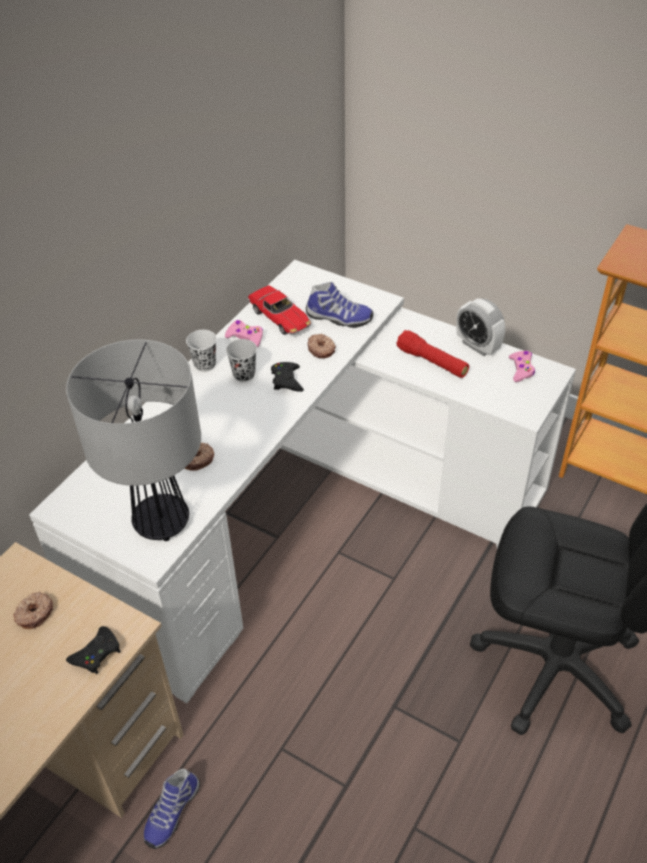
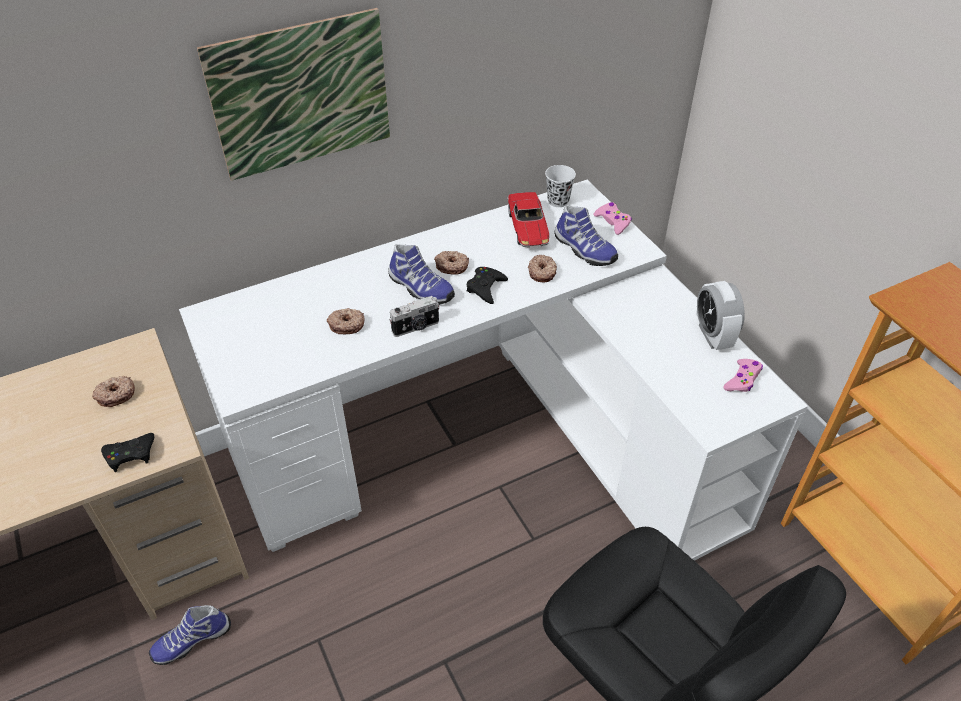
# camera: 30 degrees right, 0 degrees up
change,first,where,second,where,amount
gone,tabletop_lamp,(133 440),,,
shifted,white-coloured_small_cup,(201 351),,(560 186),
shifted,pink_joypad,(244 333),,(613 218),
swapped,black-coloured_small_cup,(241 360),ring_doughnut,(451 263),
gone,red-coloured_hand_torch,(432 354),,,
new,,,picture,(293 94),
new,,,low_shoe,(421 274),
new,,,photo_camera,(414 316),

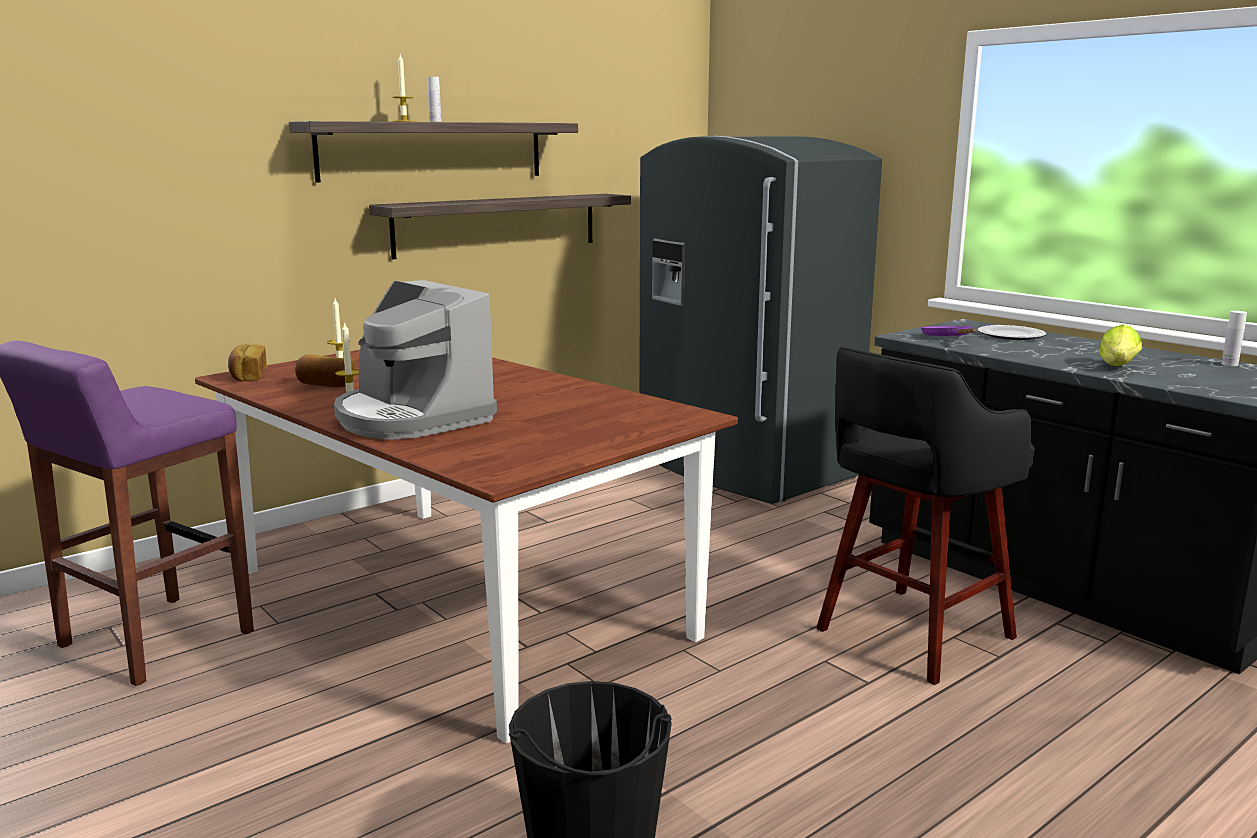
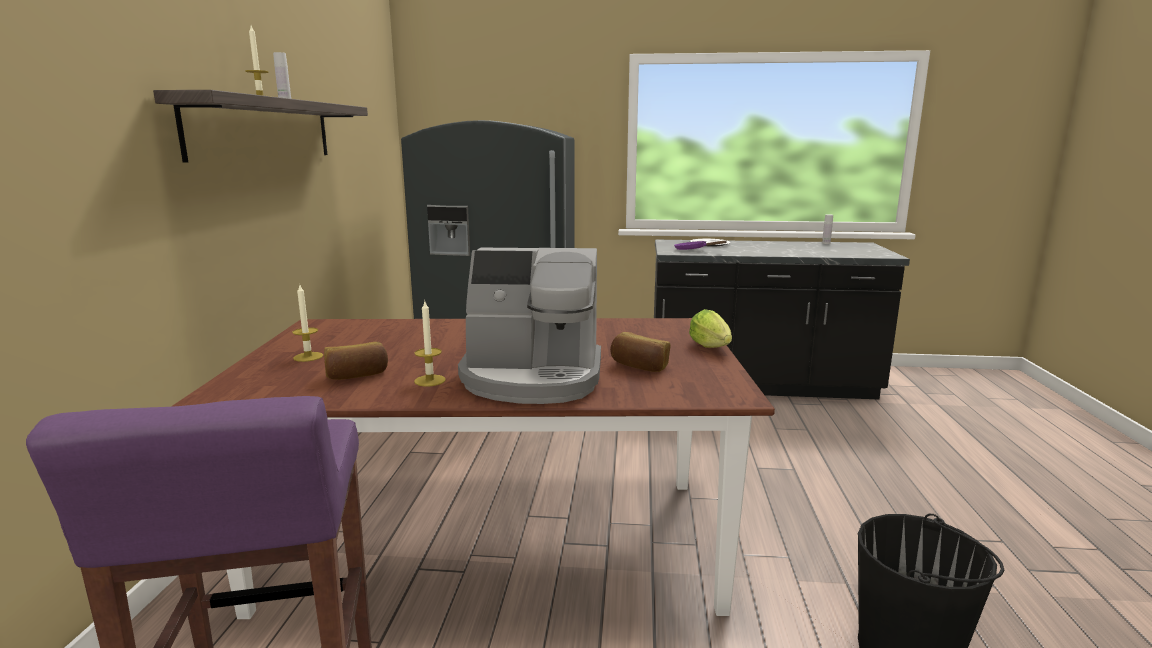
# camera: 45 degrees left, 0 degrees up
change,first,where,second,where,amount
shifted,bread,(247 363),,(640 352),
gone,shelf,(500 227),,,
gone,black-coloured_sitting_stool,(925 516),,,
shifted,lettuce_head,(1120 345),,(710 328),

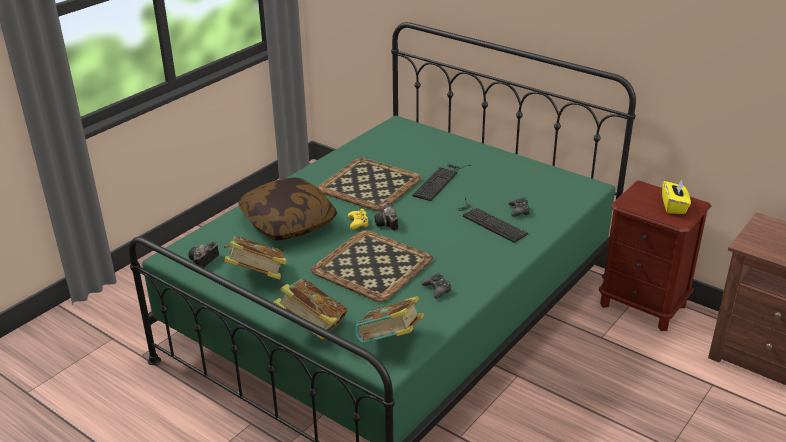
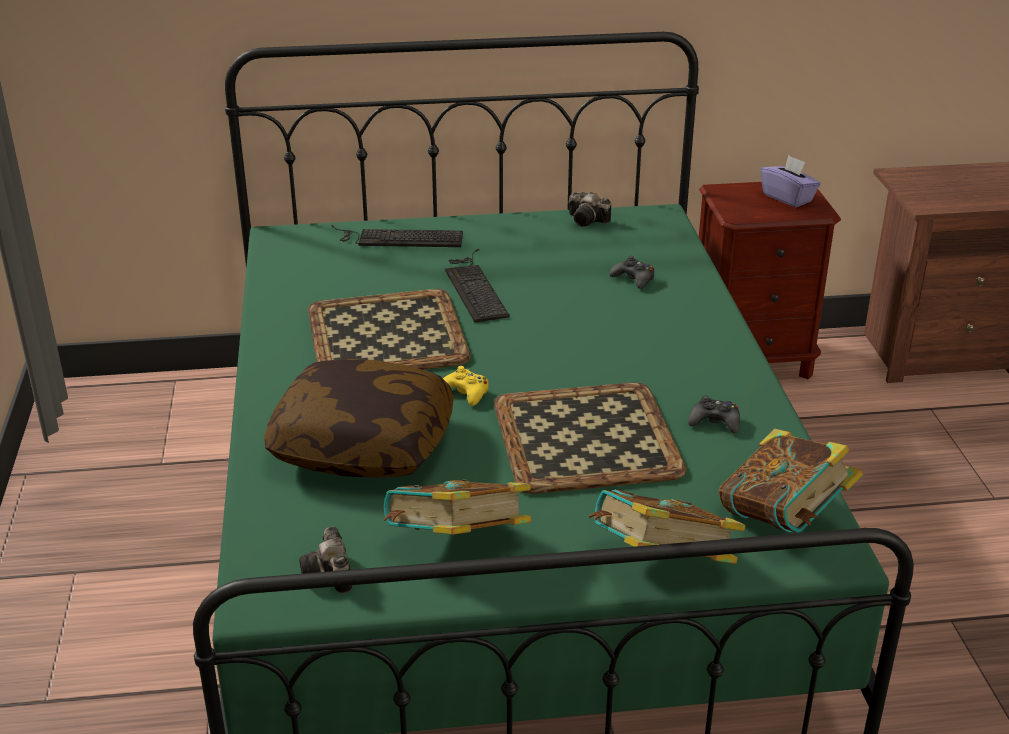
# camera: 45 degrees left, 0 degrees up
change,first,where,second,where,amount
shifted,photo_camera,(386 217),,(589 209),
shifted,keyboard,(492 220),,(397 236),
repainted,yellow_tissue_holder,(676 196),purplish_tissue_holder,(791 181),

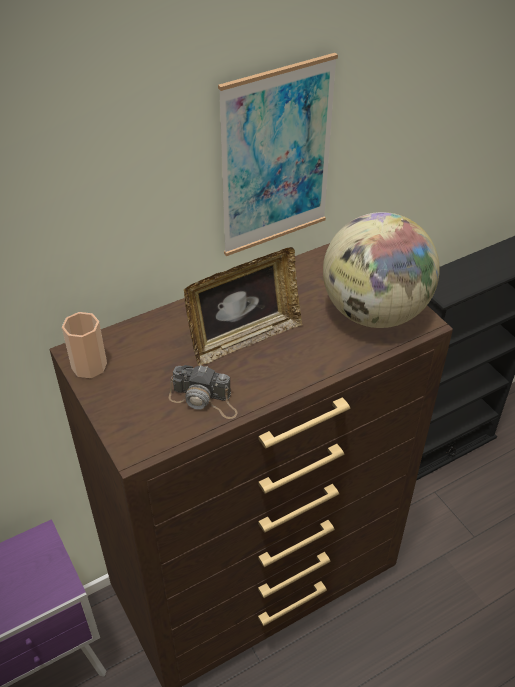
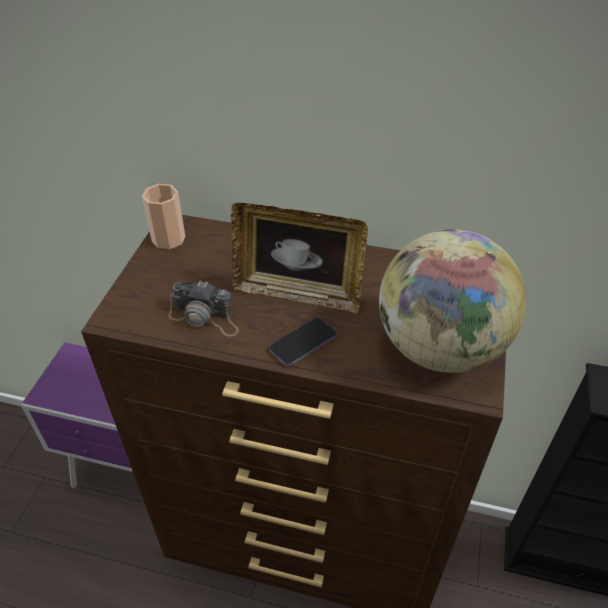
# camera: 45 degrees right, 0 degrees up
change,first,where,second,where,amount
rotated,photo_camera,(203 392),,(203 308),45 degrees counterclockwise
gone,picture,(278 154),,,
new,,,handset,(302 342),

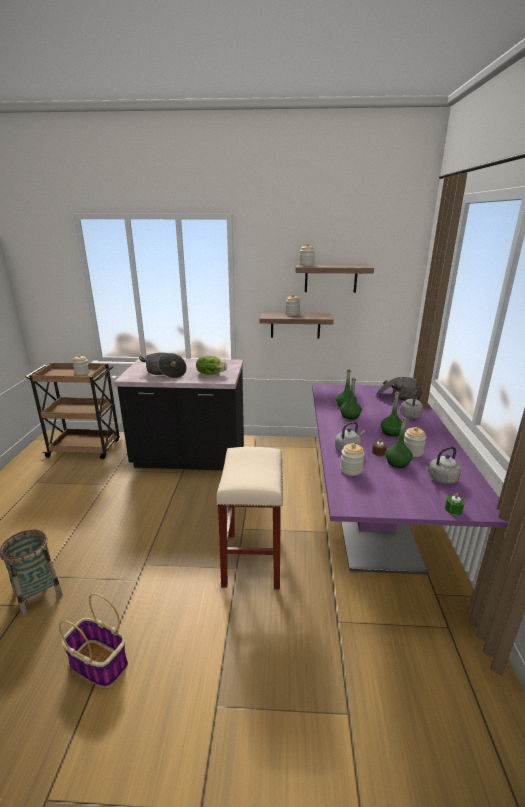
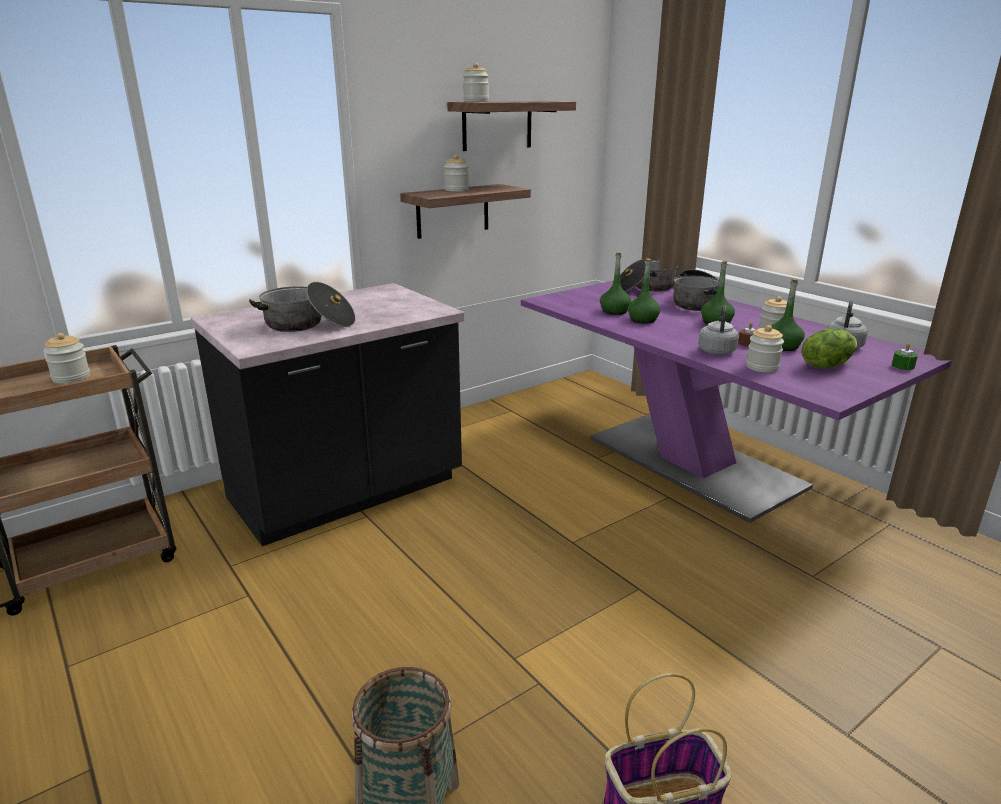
# camera: 40 degrees left, 0 degrees up
change,first,where,second,where,amount
shifted,lettuce_head,(211 365),,(829 348),
gone,beige-coloured_sitting_stool,(249 518),,,
swapped,greyish_kettle,(412 404),stockpot,(696 290),

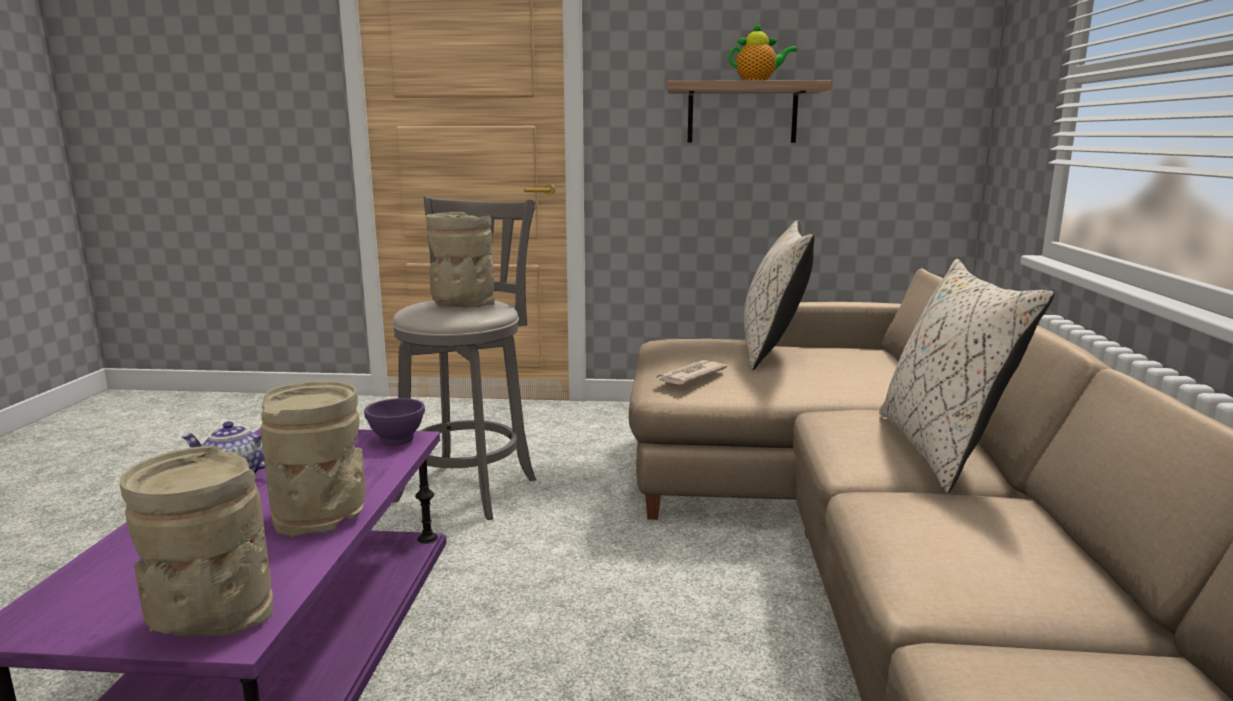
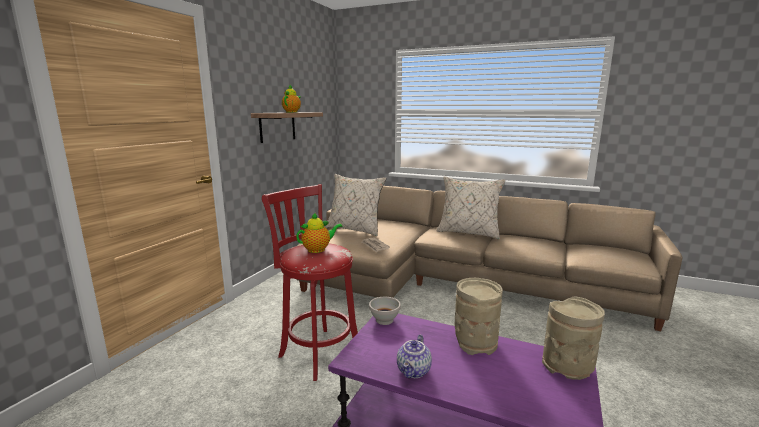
# camera: 70 degrees left, 0 degrees up
change,first,where,second,where,amount
repainted,purplish_bowl,(394 422),white-coloured_bowl,(385 311),
repainted,greyish_sitting_stool,(464 358),red-coloured_sitting_stool,(310 282),
swapped,beige-coloured_flower_vase,(460 260),teapot,(319 232),

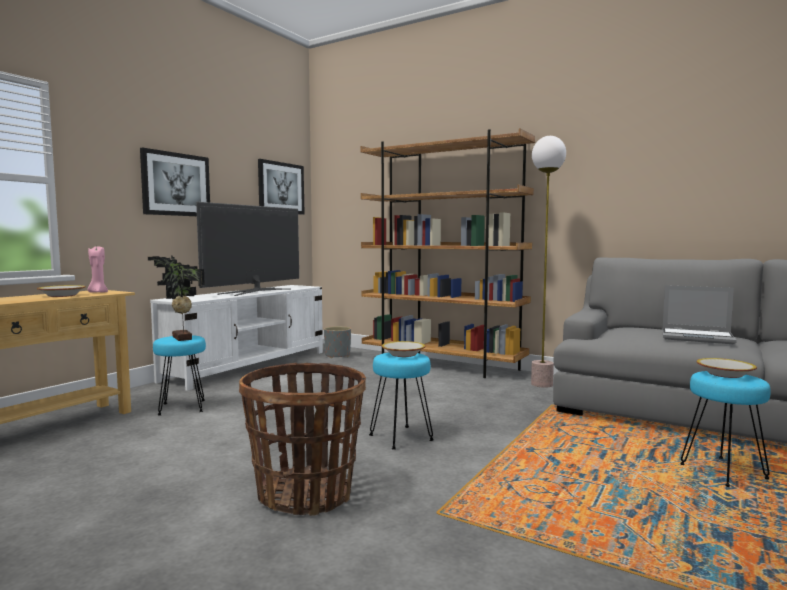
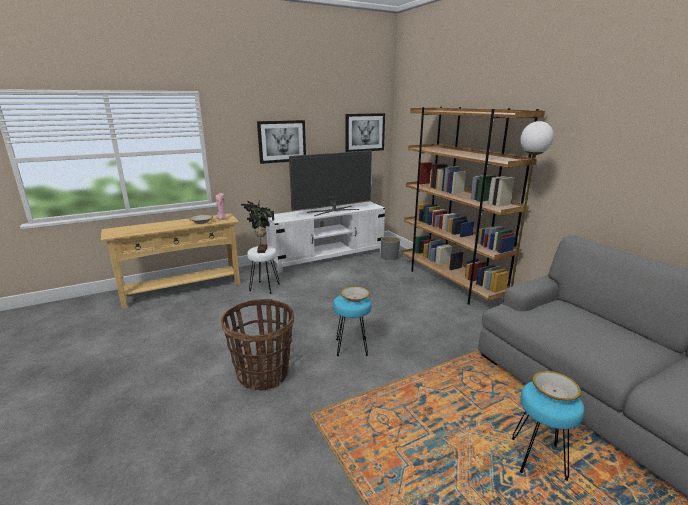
# camera: 30 degrees right, 15 degrees up
change,first,where,second,where,amount
repainted,turquoise-coloured_sitting_stool,(179 375),white-coloured_sitting_stool,(263 270),
gone,notebook_computer,(700 314),,,

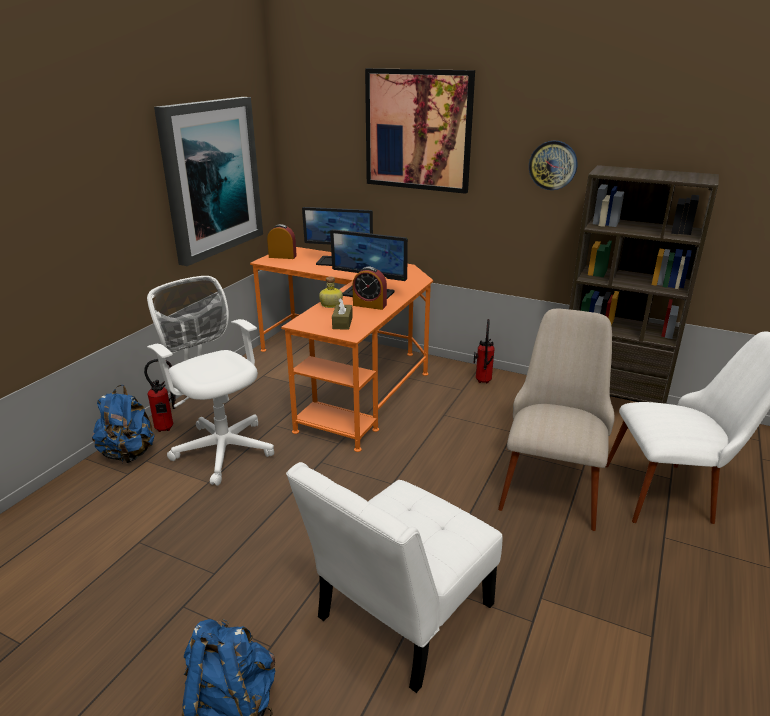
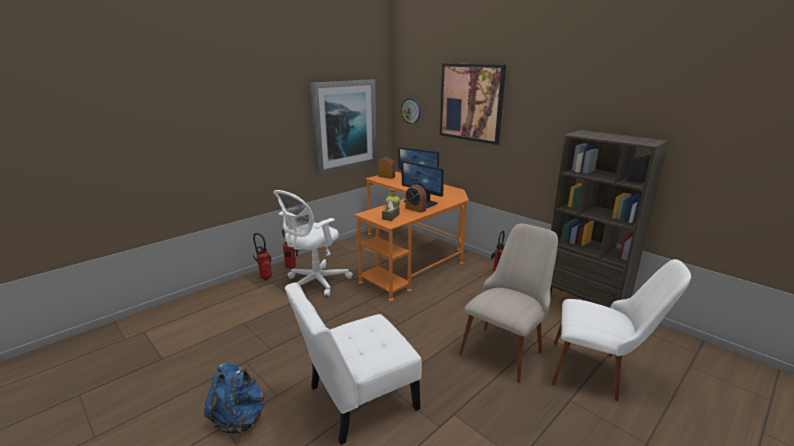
# camera: 20 degrees right, 5 degrees down
change,first,where,second,where,amount
swapped,blue_rucksack,(123 424),extinguisher,(262 256),
rotated,white-coloured_computer_chair,(210 381),,(313 243),120 degrees counterclockwise
shifted,wall_clock,(553 165),,(411 111),

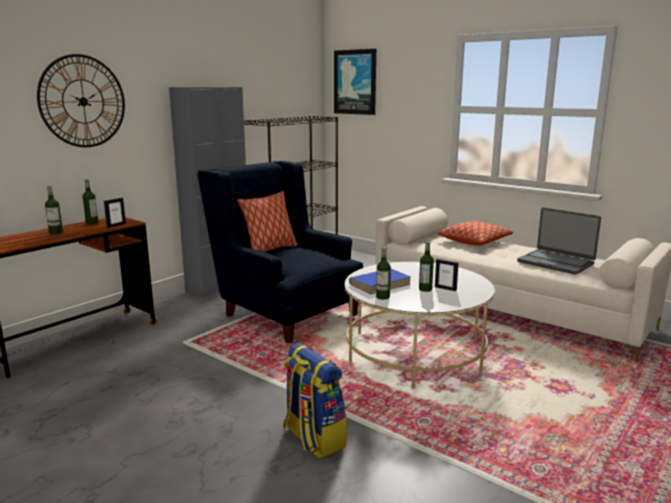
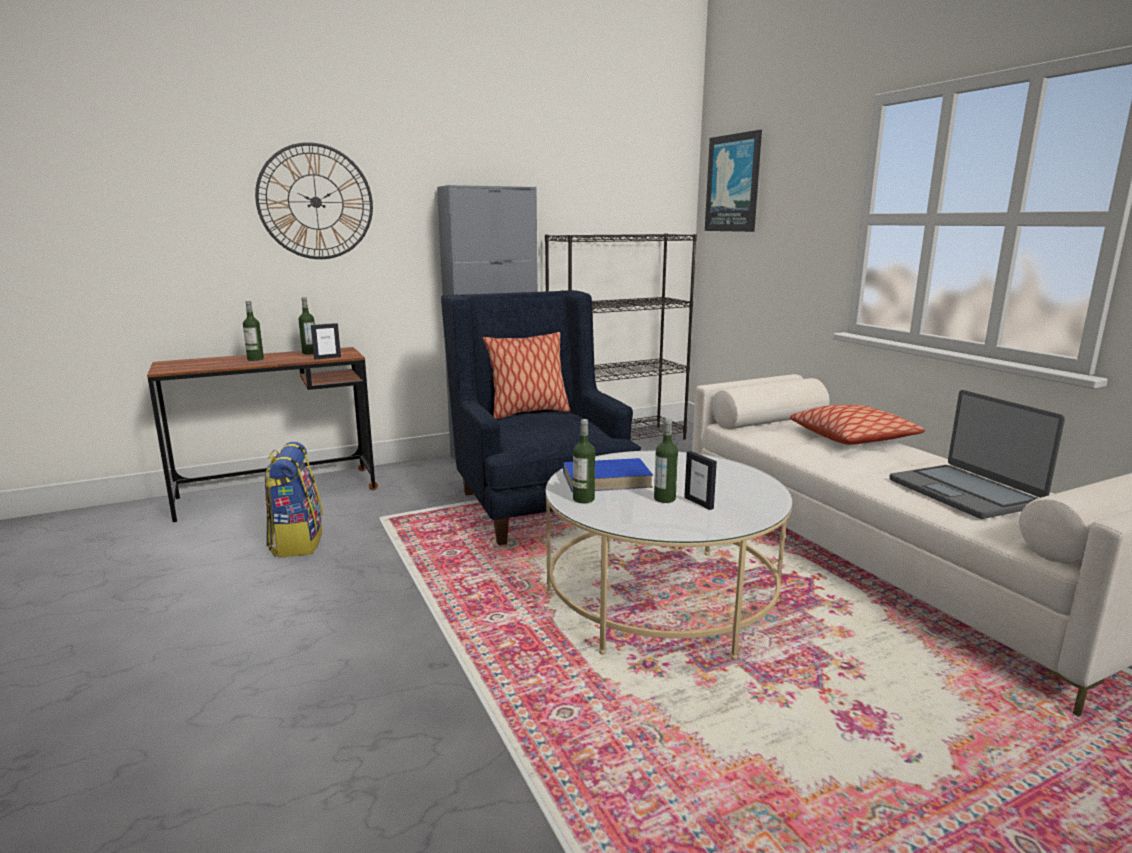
# camera: 25 degrees right, 0 degrees up
change,first,where,second,where,amount
shifted,rucksack,(315 400),,(294 499),

